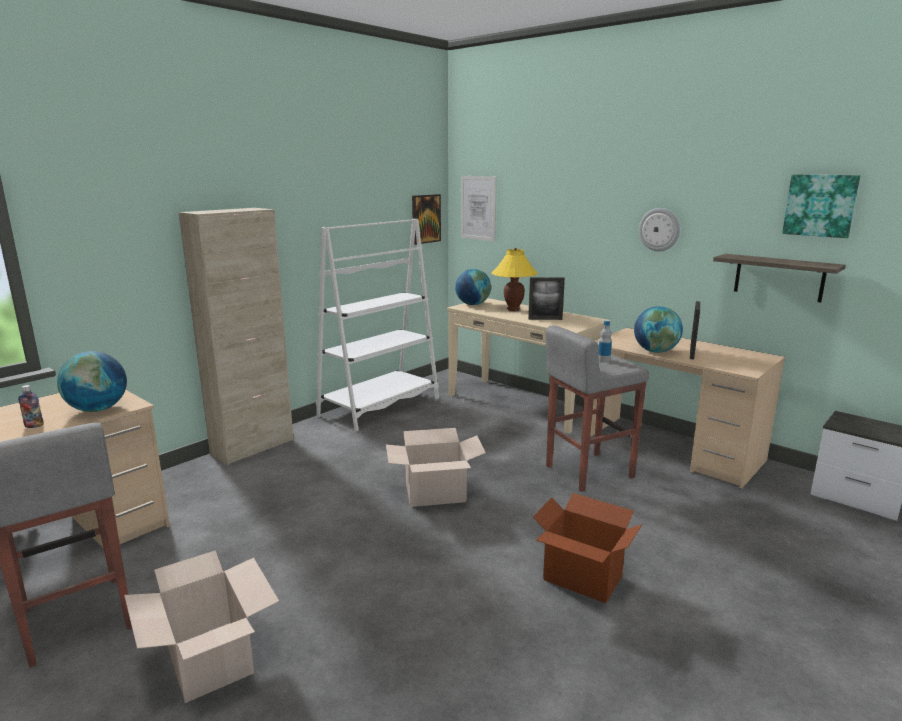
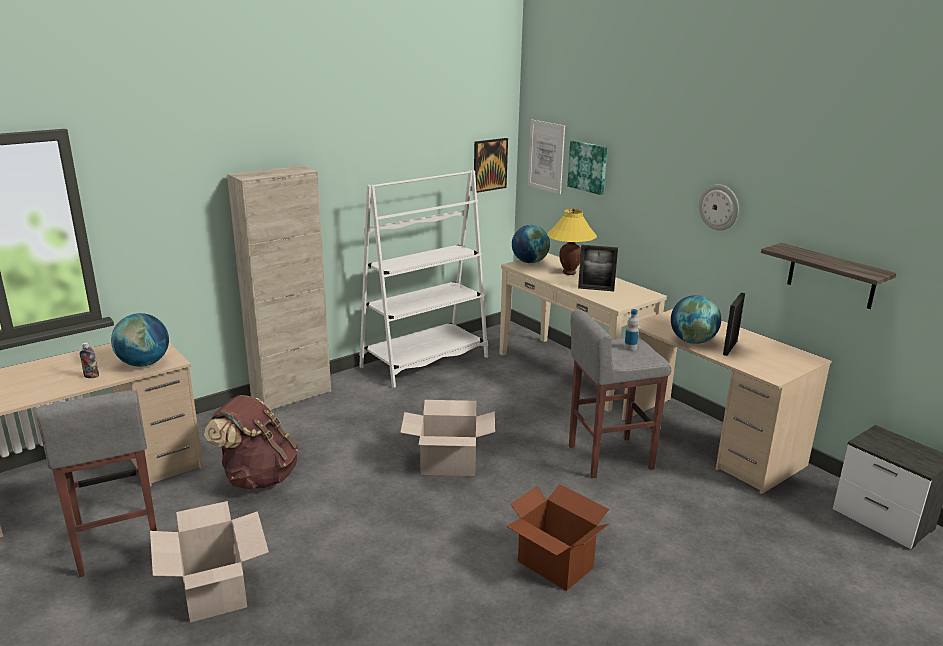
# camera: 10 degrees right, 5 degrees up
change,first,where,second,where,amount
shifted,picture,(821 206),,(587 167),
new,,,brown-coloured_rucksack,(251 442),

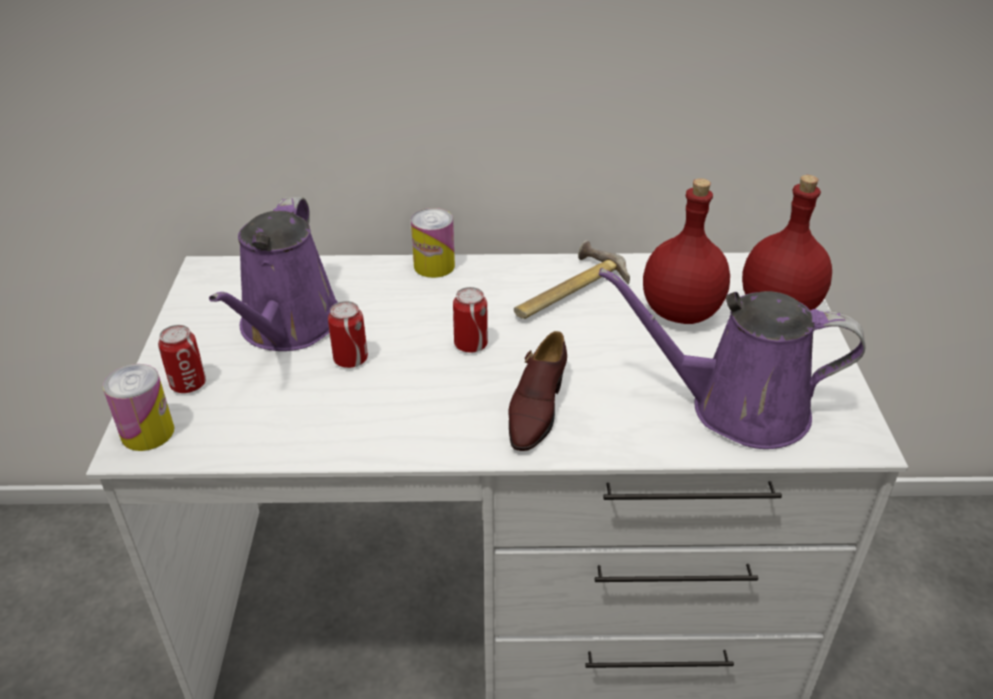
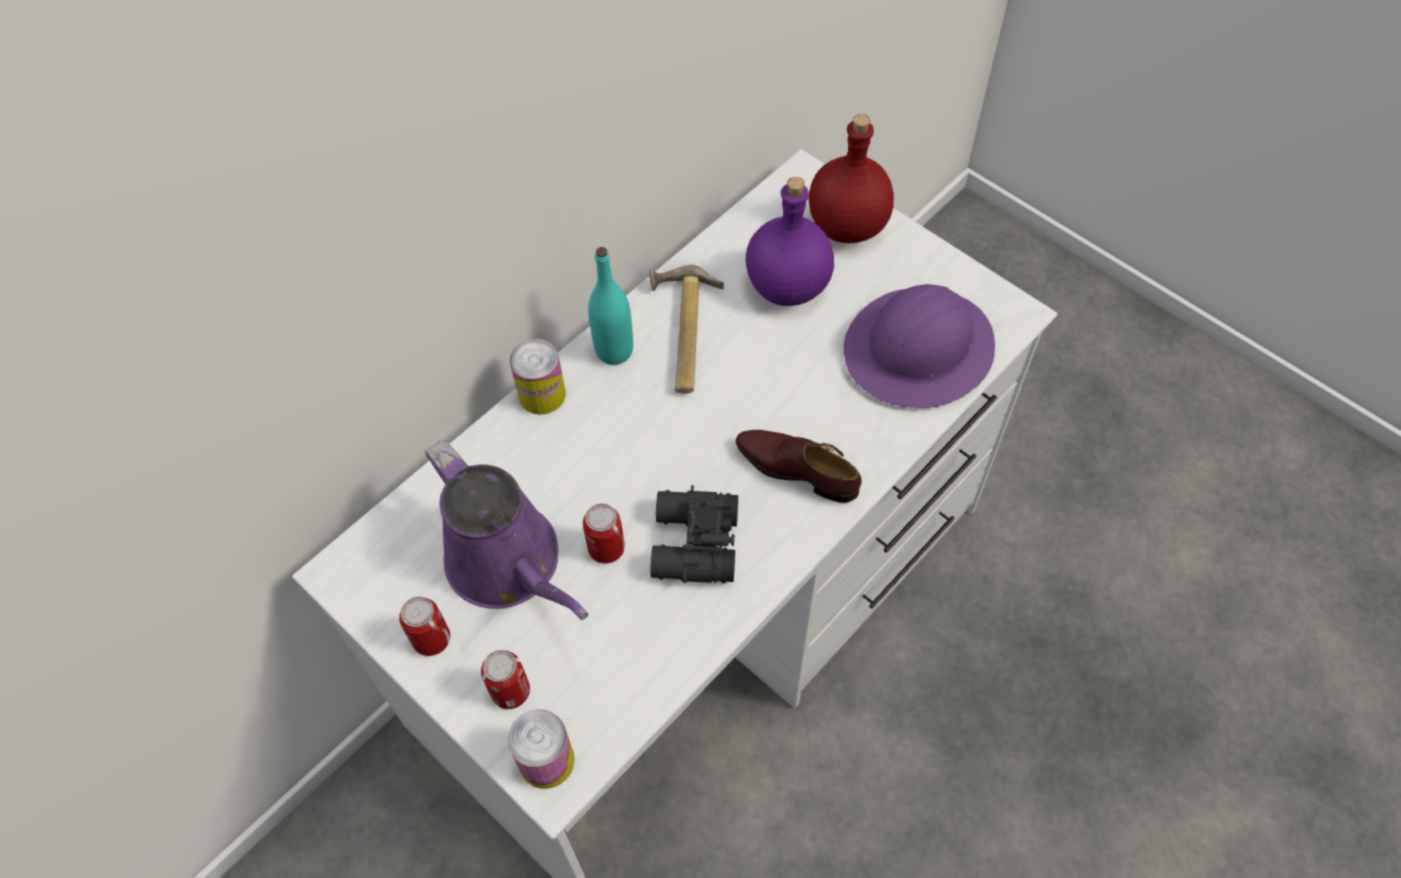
# camera: 45 degrees left, 20 degrees up
change,first,where,second,where,amount
shifted,sealed_can,(470 320),,(424 626),
rotated,brown-coloured_low_shoe,(537 391),,(799 466),150 degrees clockwise
swapped,purplish_watering_pot,(732 358),purplish_safety_helmet,(919 346),
repainted,red-coloured_beverage_bottle,(686 251),purplish_beverage_bottle,(790 241),
new,,,turquoise-coloured_beverage_bottle,(610 306),
new,,,black-coloured_field_glasses,(694 534),

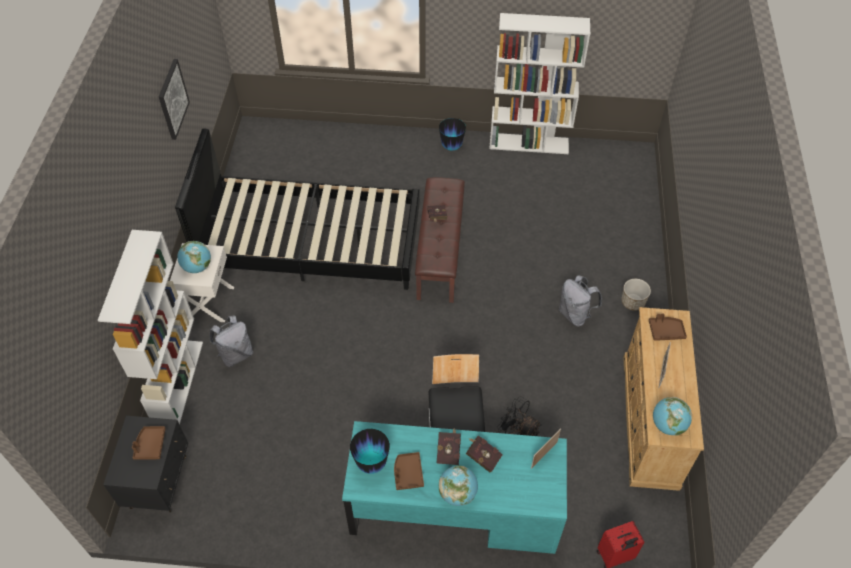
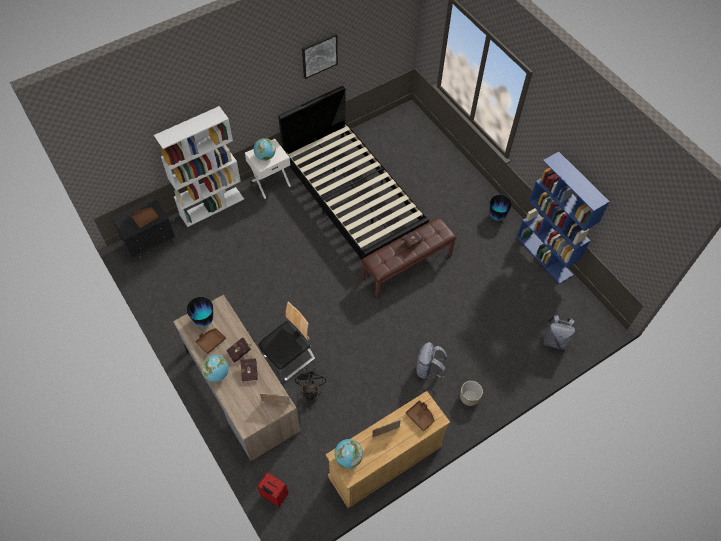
# camera: 50 degrees right, 5 degrees up
change,first,where,second,where,amount
shifted,greyish_rucksack,(231 341),,(559 332),
repainted,turquoise-coloured_desk_unit,(454 487),brown-coloured_desk_unit,(236 378),
repainted,white-coloured_bookcase,(539 83),blue_bookcase,(563 218),

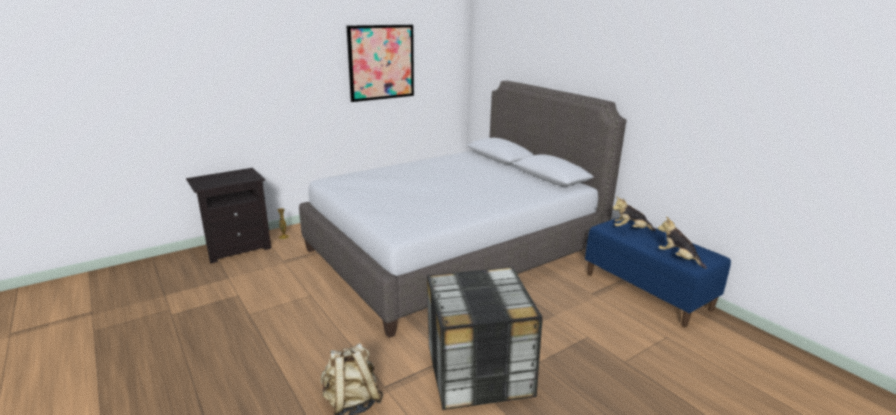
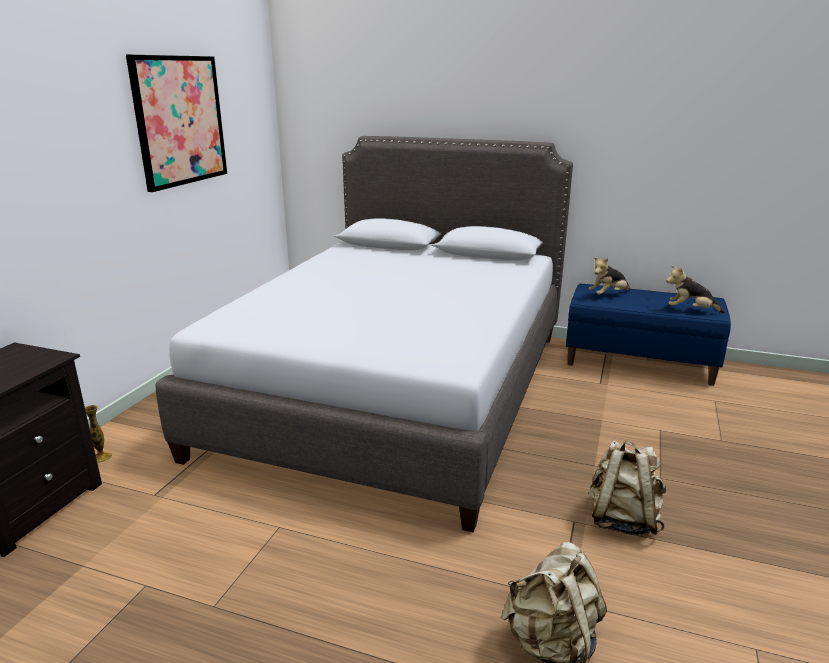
# camera: 35 degrees left, 0 degrees up
change,first,where,second,where,amount
swapped,storage_box,(485 338),beige-coloured_rucksack,(627 487),

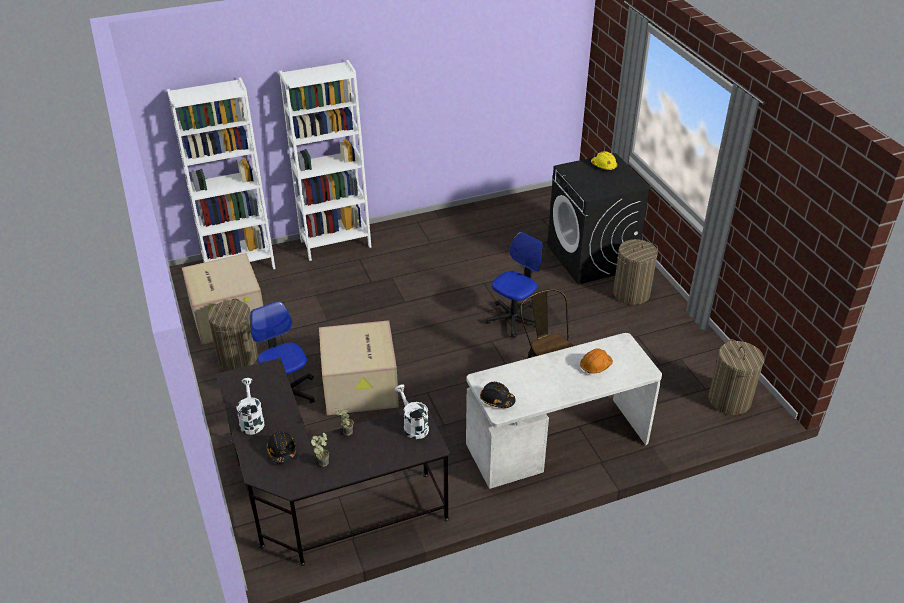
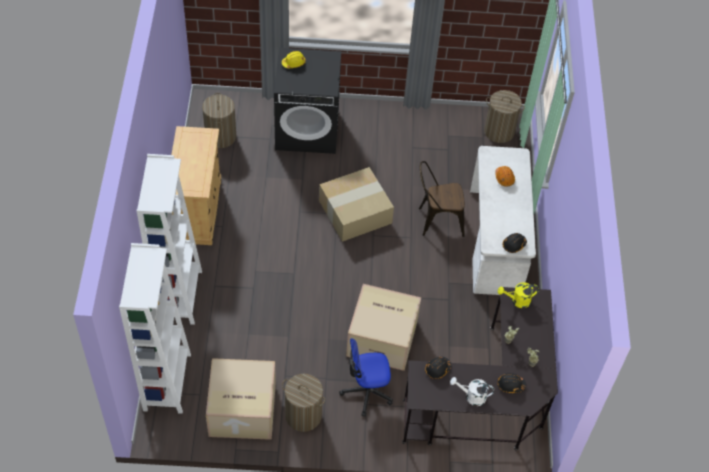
# camera: 70 degrees left, 15 degrees up
change,first,where,second,where,amount
repainted,white-coloured_watering_pot,(412 411),yellow_watering_pot,(518 295),
swapped,computer_chair,(514 285),cardboard_box,(356 204),
shifted,laundry_basket,(635 272),,(219 120),
new,,,beige-coloured_storage_cabinet,(196 185),
new,,,black-coloured_safety_helmet,(438 368),

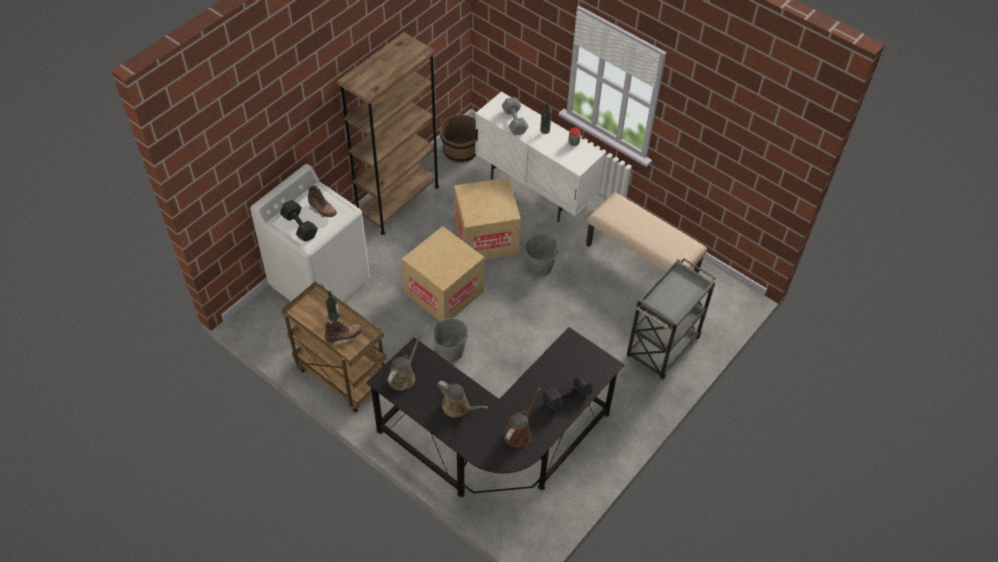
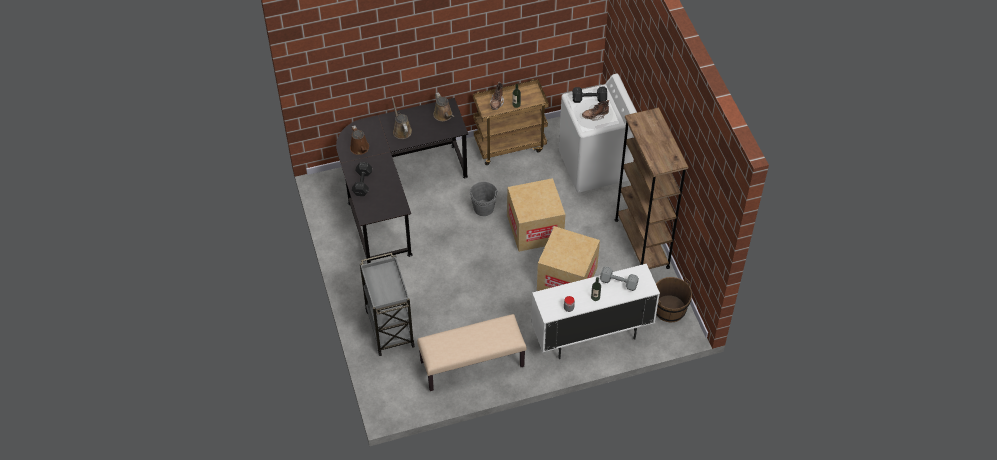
# camera: 125 degrees right, 0 degrees up
change,first,where,second,where,amount
rotated,brown-coloured_watering_pot,(462 399),,(402 117),90 degrees clockwise
gone,greyish_water_bucket,(542 255),,,

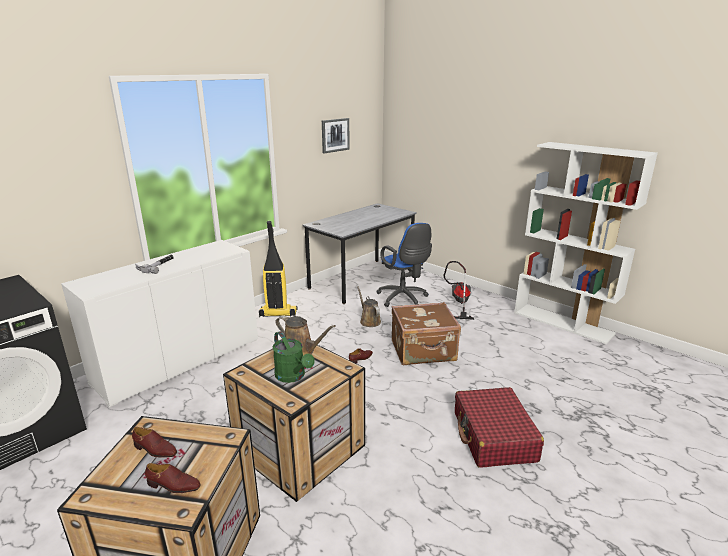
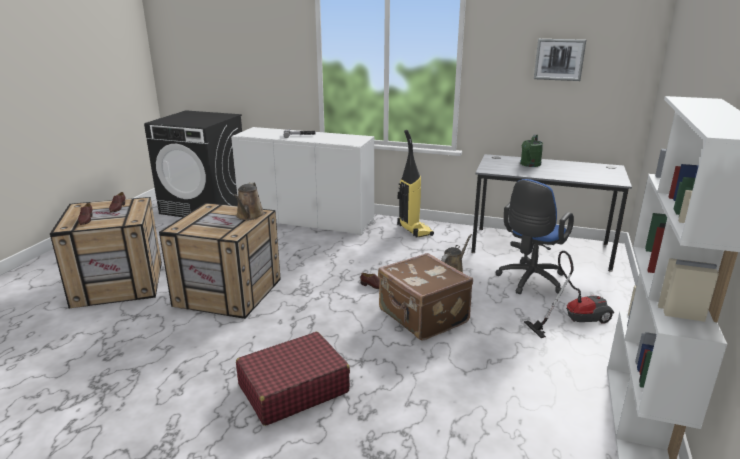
# camera: 65 degrees right, 0 degrees up
change,first,where,second,where,amount
shifted,green-coloured_watering_pot,(294 357),,(531 150),

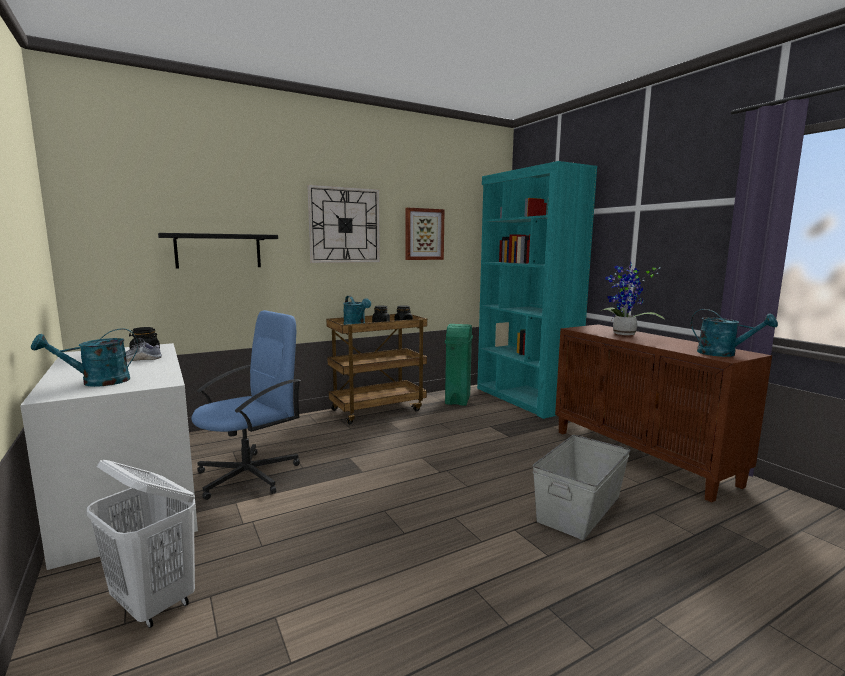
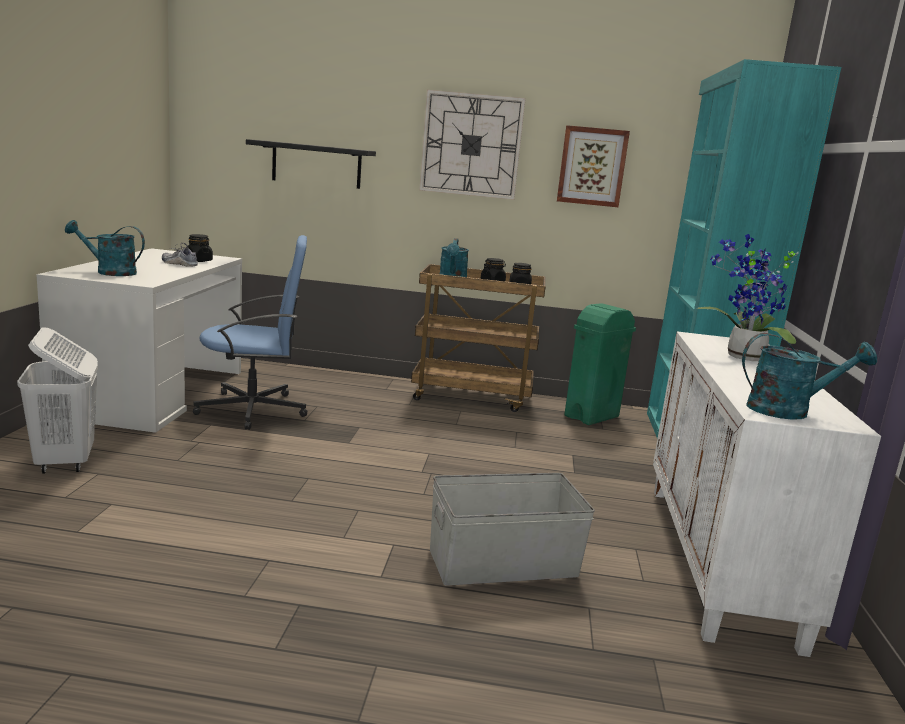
# camera: 35 degrees right, 5 degrees up
change,first,where,second,where,amount
repainted,brown-coloured_storage_cabinet,(663 413),white-coloured_storage_cabinet,(767 494),
rotated,turquoise-coloured_watering_pot,(734 333),,(809 376),75 degrees counterclockwise

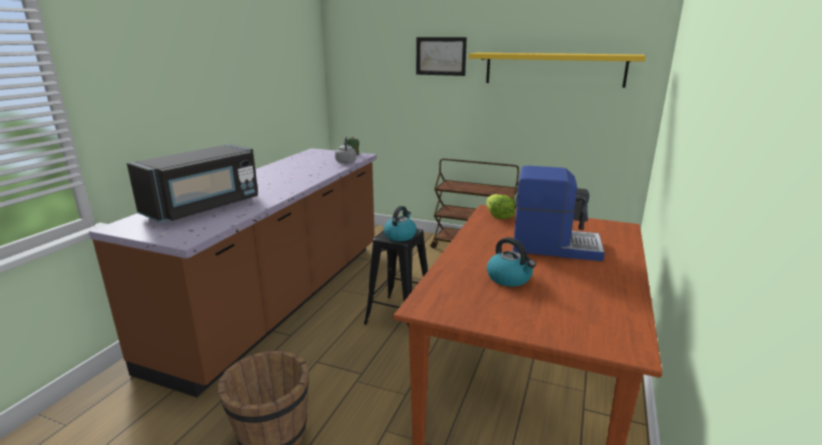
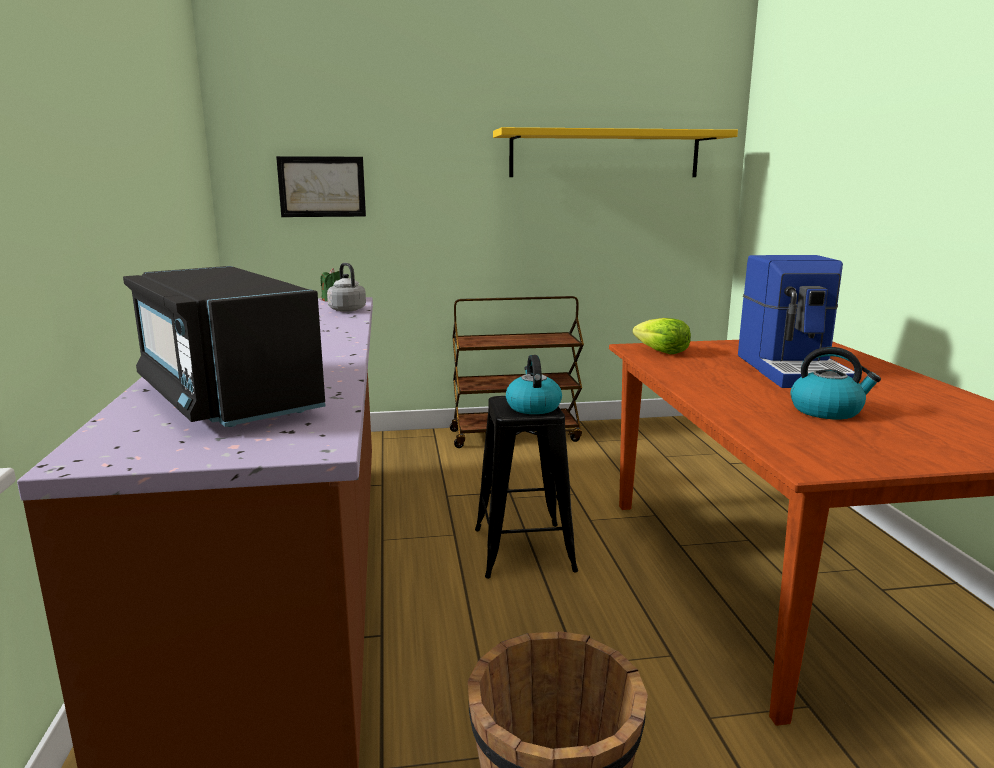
# camera: 30 degrees left, 5 degrees down
change,first,where,second,where,amount
rotated,black-coloured_kitchen_microwave,(192 183),,(224 346),135 degrees clockwise
shifted,picture,(441 56),,(321 186),
rotated,coffee_maker,(559 213),,(796 321),105 degrees clockwise

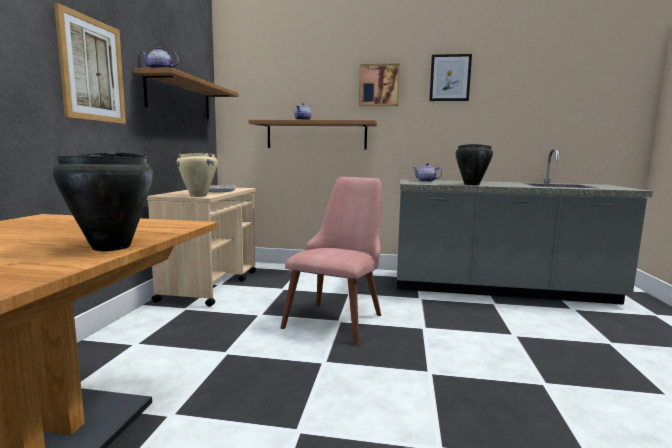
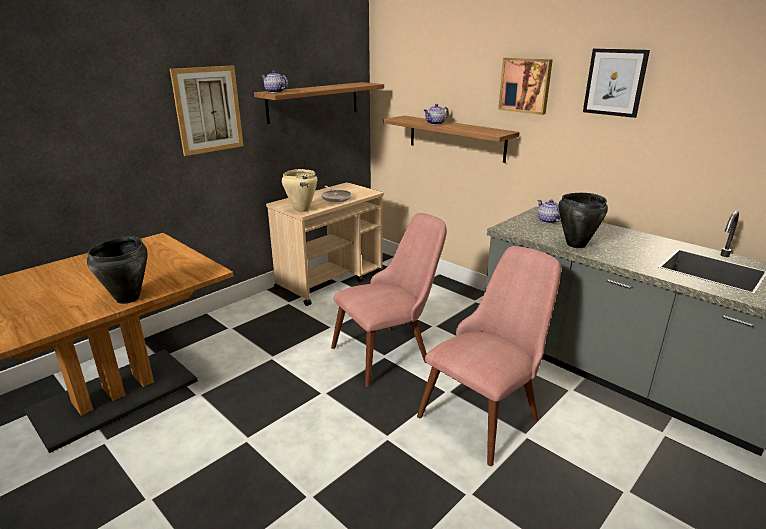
# camera: 35 degrees right, 15 degrees up
change,first,where,second,where,amount
new,,,pink_chair,(489 356),

